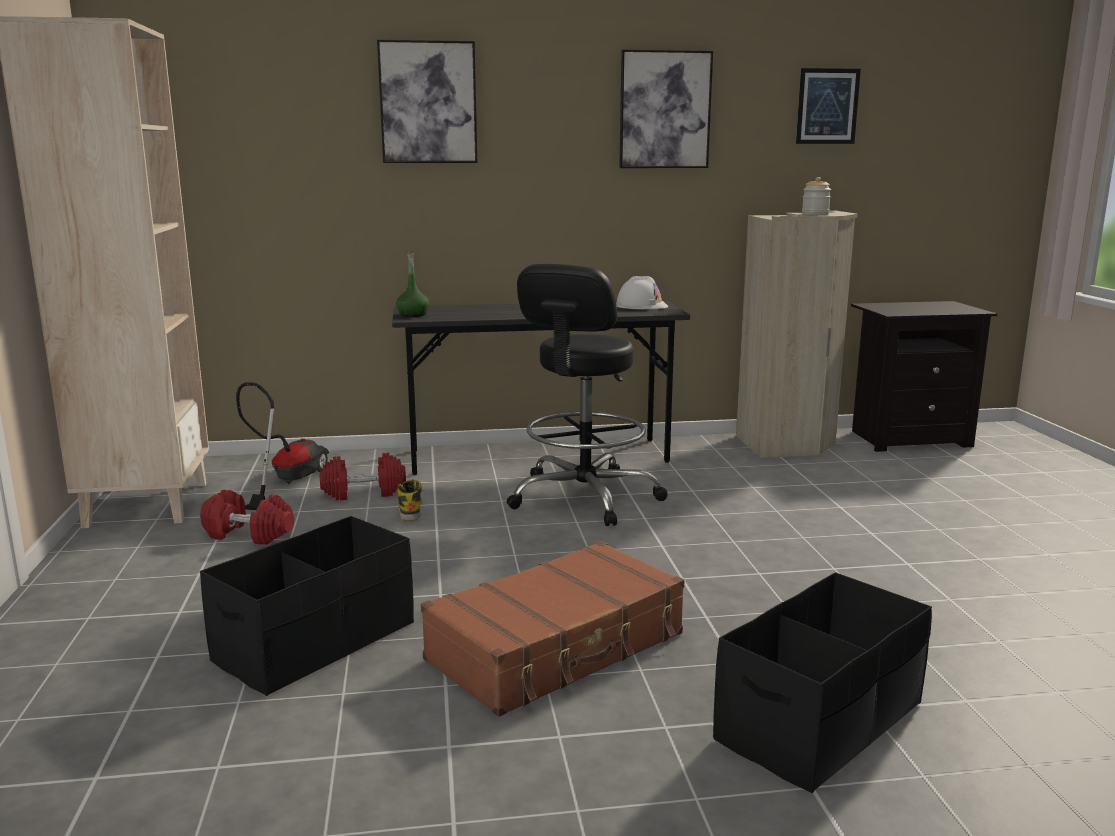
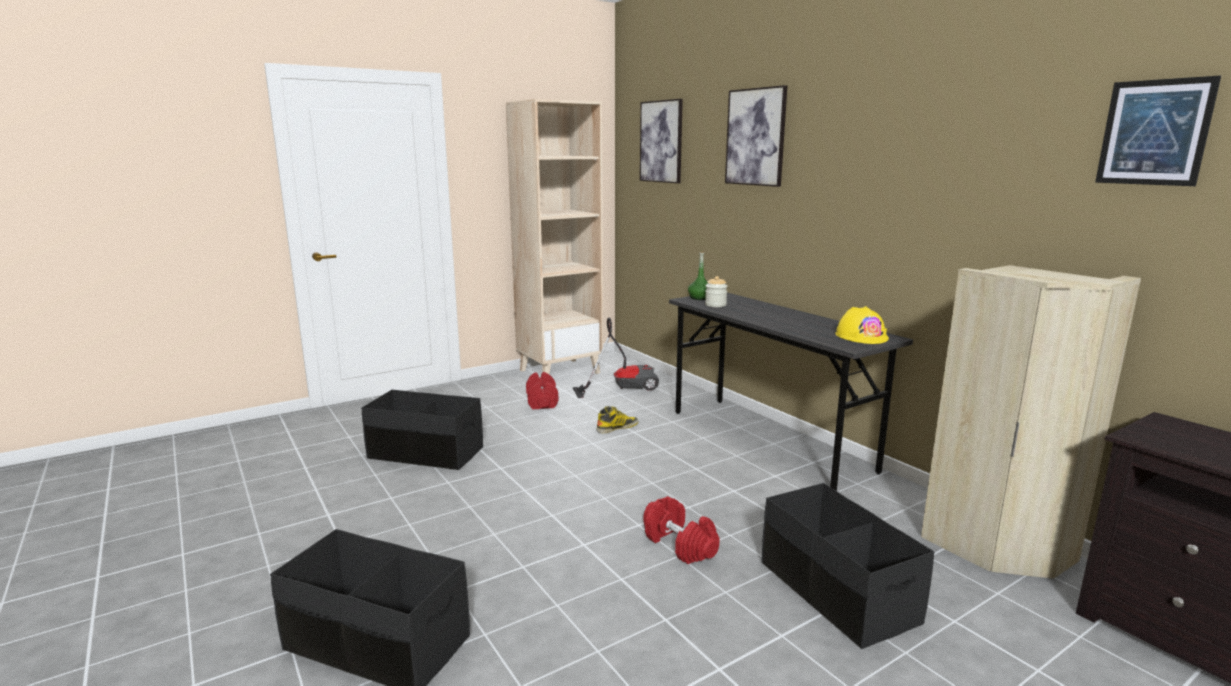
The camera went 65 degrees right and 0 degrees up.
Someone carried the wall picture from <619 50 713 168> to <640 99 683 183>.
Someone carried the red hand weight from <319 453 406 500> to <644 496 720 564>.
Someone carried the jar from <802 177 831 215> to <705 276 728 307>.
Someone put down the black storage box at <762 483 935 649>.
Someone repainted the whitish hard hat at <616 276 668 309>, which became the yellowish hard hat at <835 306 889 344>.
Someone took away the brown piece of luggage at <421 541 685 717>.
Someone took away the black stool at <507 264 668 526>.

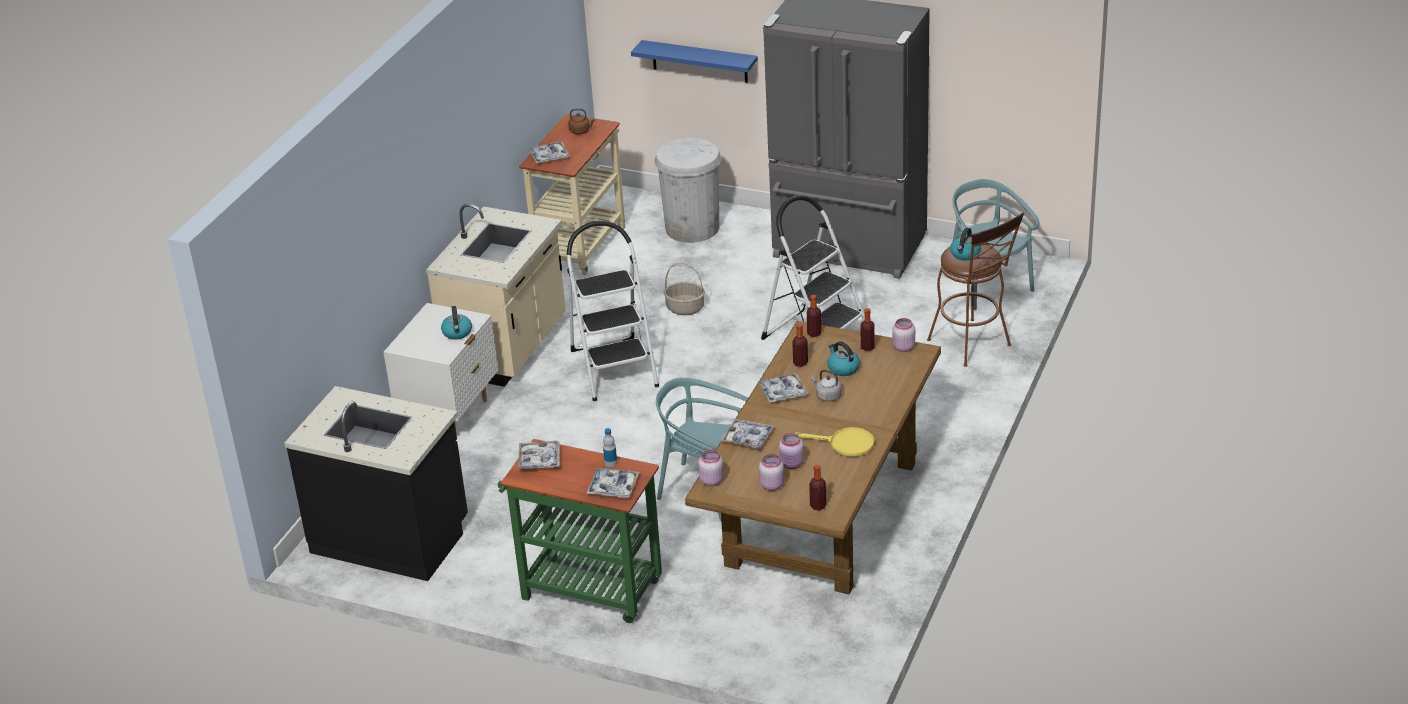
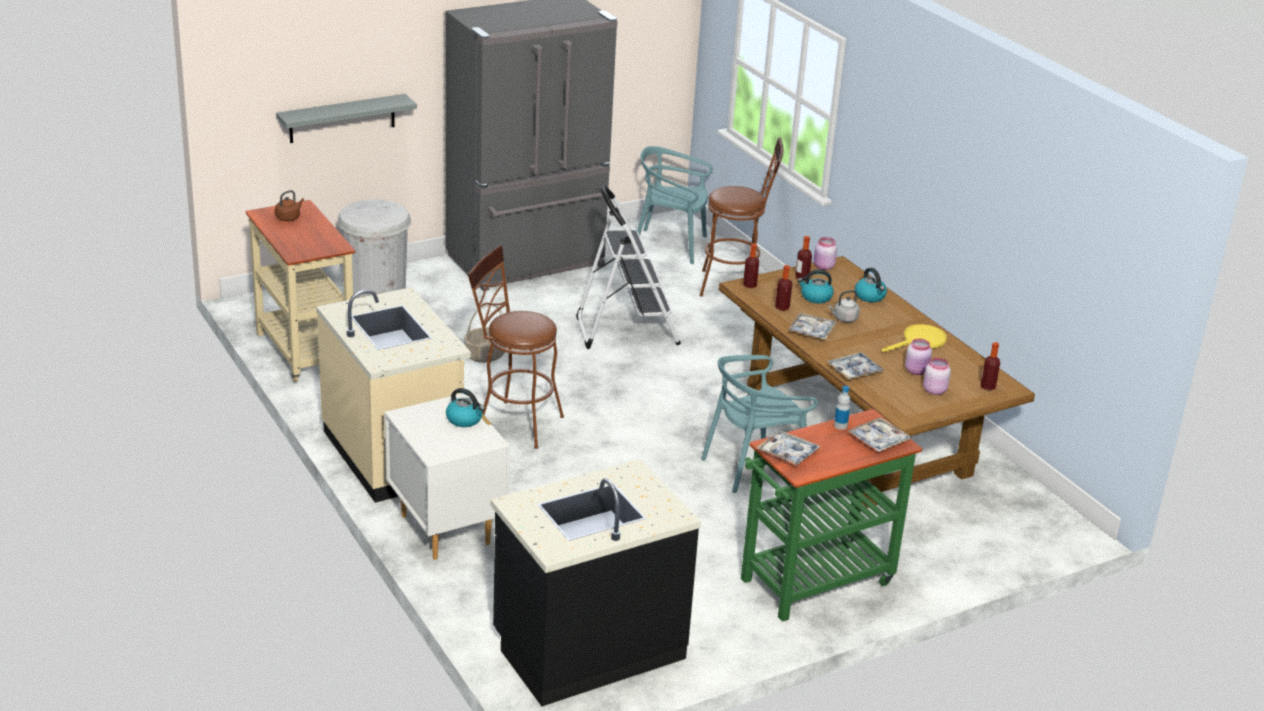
The camera went 55 degrees left and 5 degrees down.
Someone repainted the blue-coloured wall shelf at <631 40 758 83>, which became the grey wall shelf at <276 94 417 143>.
Someone swapped the step ladder at <567 221 659 401> for the brown stool at <468 245 564 449>.
Someone carried the tea kettle from <950 228 981 260> to <855 268 887 302>.
Someone took away the carrying tray at <529 141 570 163>.
Someone took away the pink-coloured jar at <699 450 724 486>.

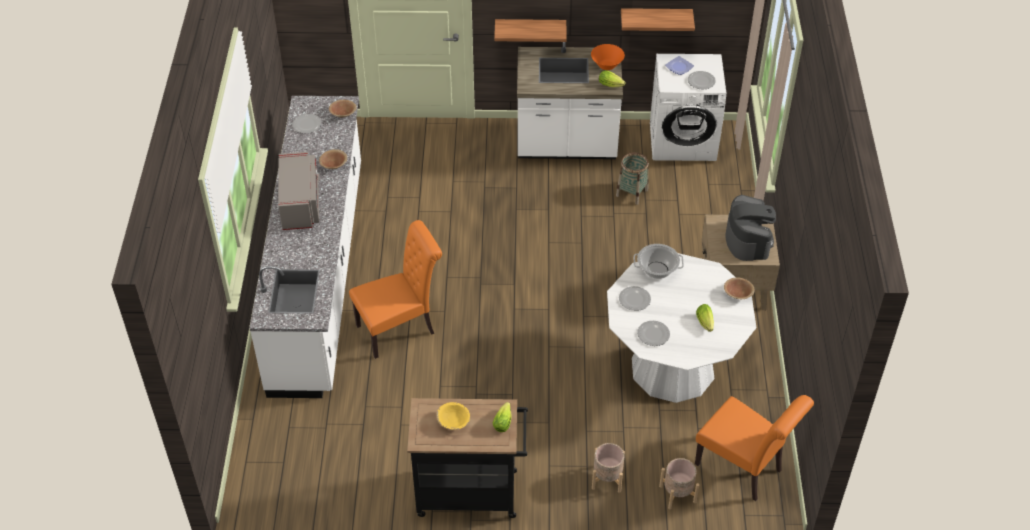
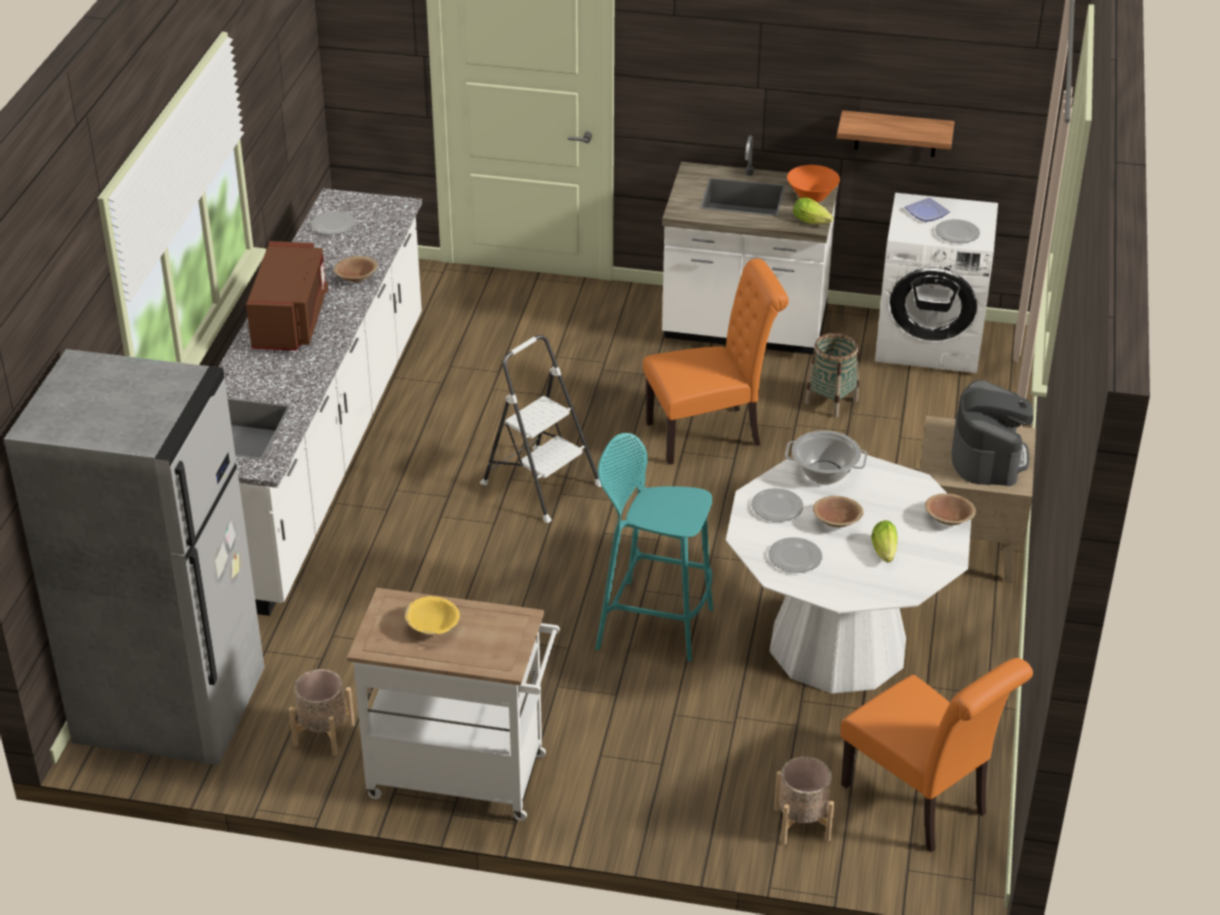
The camera went 10 degrees right and 10 degrees down.
Someone put down the grey refrigerator at <4 349 265 765>.
Someone repainted the grey microwave at <278 152 320 230>, which became the brown microwave at <246 241 329 351>.
Someone carried the beige-coloured plant pot from <592 443 625 493> to <289 669 355 756>.
Someone repainted the black cart at <407 398 528 518>, which became the whitish cart at <347 588 560 821>.
Someone put down the whitish step ladder at <480 335 601 523>.
Someone put down the turquoise stool at <595 433 713 661>.
Someone carried the orange plain chair from <349 220 442 359> to <643 258 789 465>.
Someone carried the brown bowl from <329 100 357 117> to <813 496 864 527>.
Someone took away the lettuce at <493 402 511 432>.
Someone took away the wall shelf at <494 19 567 42>.

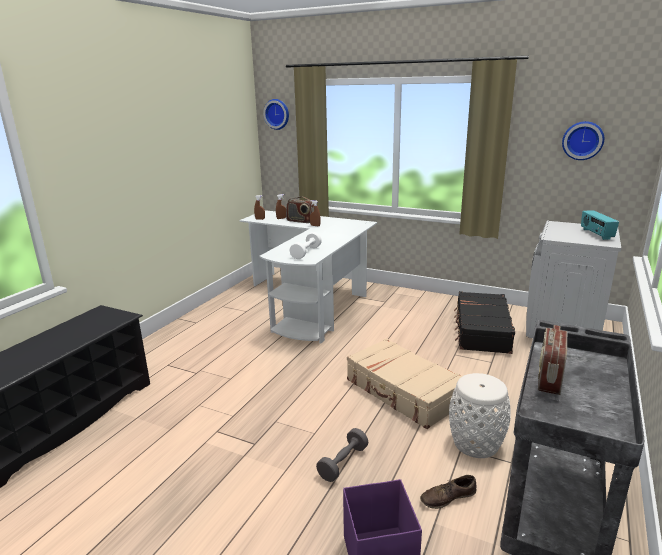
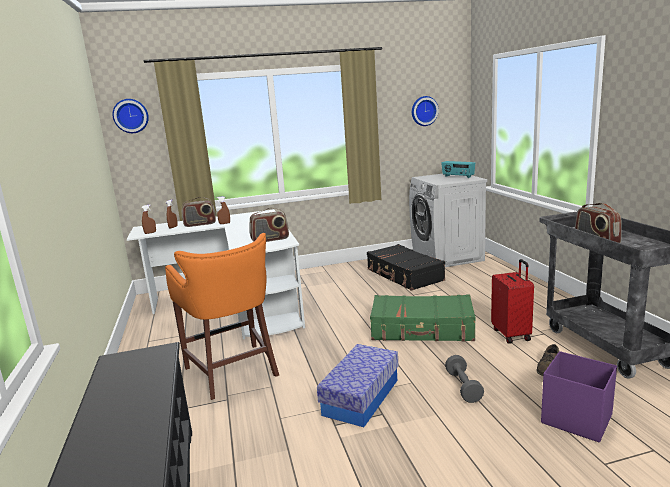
The camera went 40 degrees left and 5 degrees down.
Someone put down the orange stool at <165 233 279 400>.
Someone swapped the whitish hand weight at <289 232 322 259> for the radio at <249 208 289 242>.
Someone put down the storage box at <317 344 399 427>.
Someone repainted the beige-coloured piece of luggage at <347 338 462 429>, which became the green piece of luggage at <370 295 475 341>.
Someone swapped the whitish stool at <449 373 511 458> for the red piece of luggage at <491 259 534 344>.

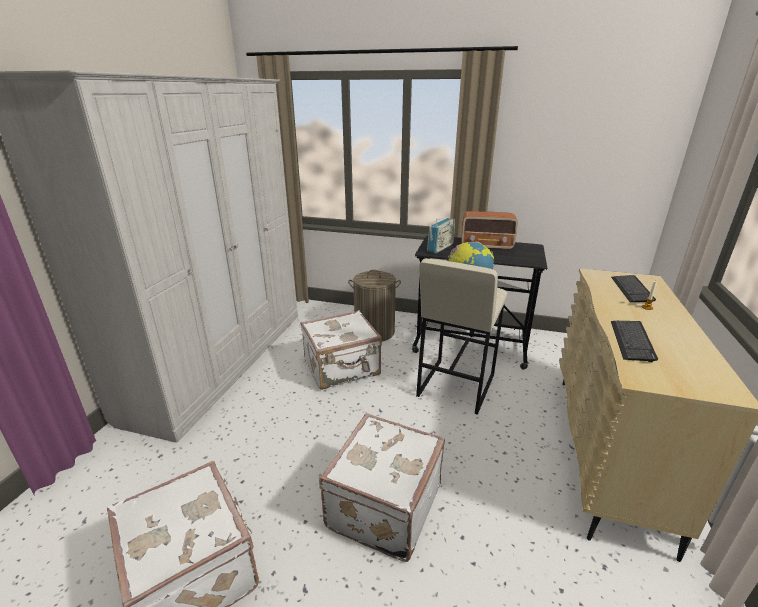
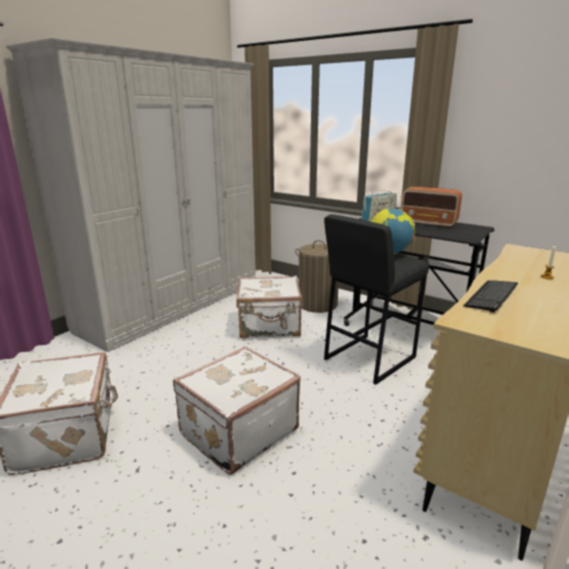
The camera went 20 degrees right and 5 degrees down.
Someone repainted the beige-coloured stool at <416 258 507 415>, which became the black stool at <324 214 429 385>.
Someone took away the keyboard at <611 275 656 303>.

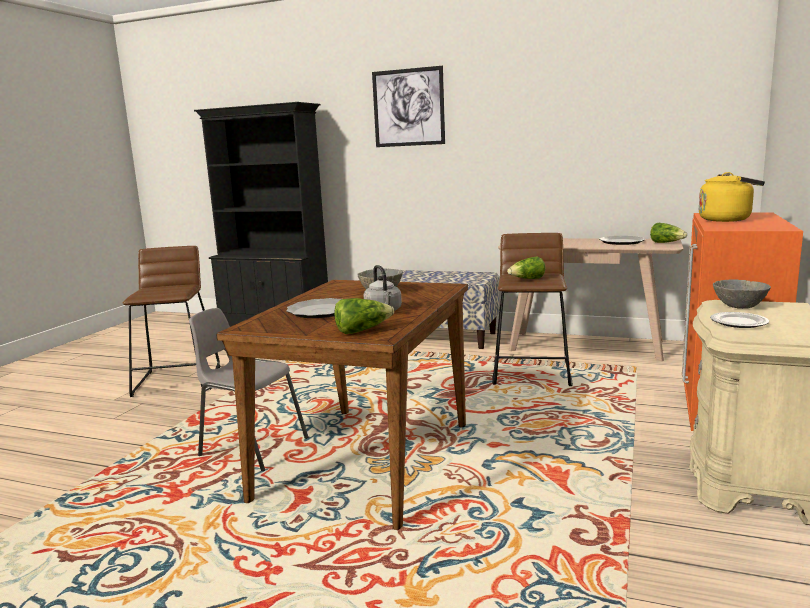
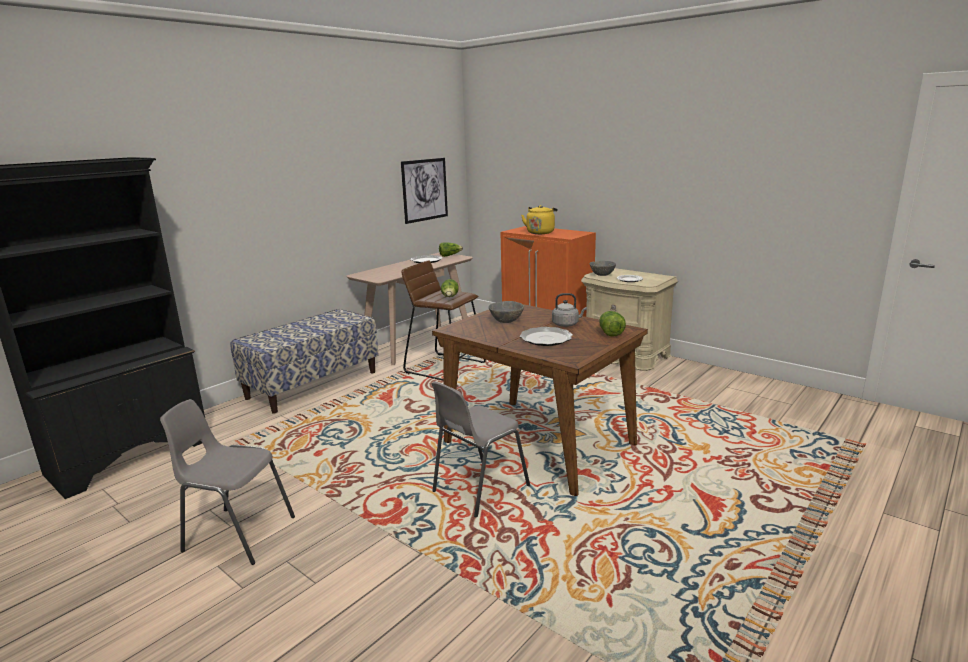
The camera went 70 degrees left and 5 degrees up.
Someone swapped the brown stool at <123 246 220 397> for the grey plain chair at <160 399 295 565>.
Someone carried the wall picture from <372 66 445 147> to <401 158 448 224>.

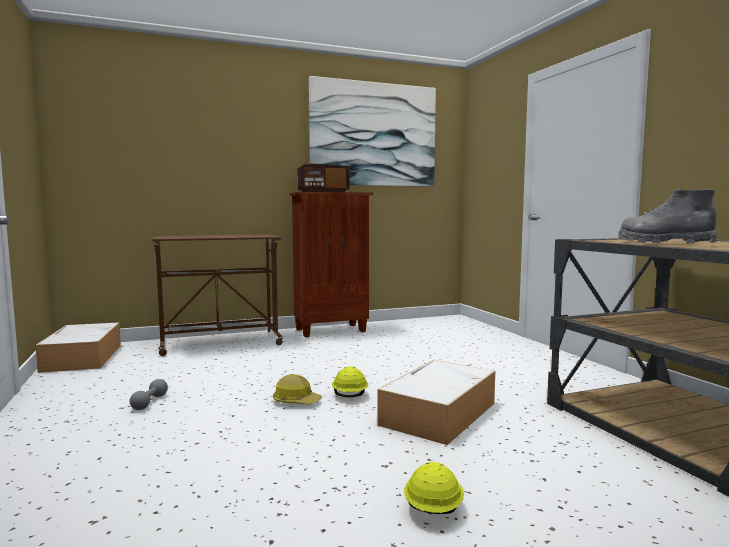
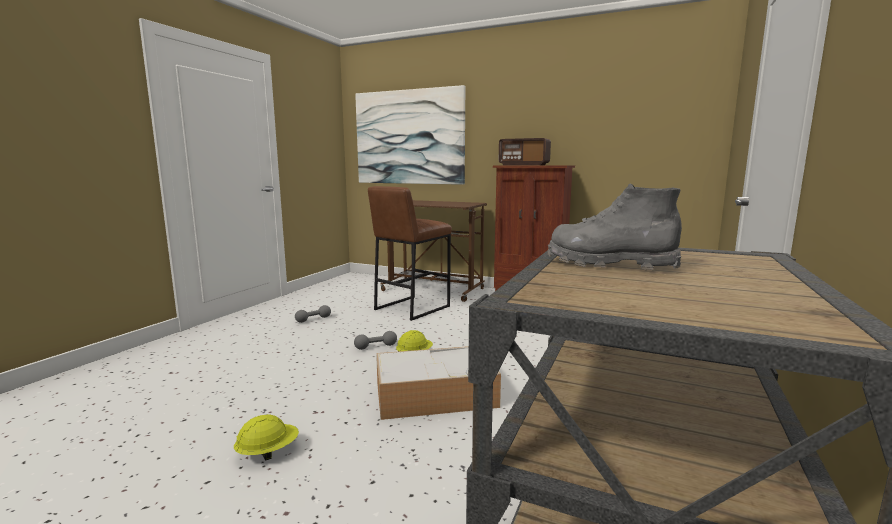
The camera went 45 degrees right and 5 degrees up.
Someone swapped the hard hat at <273 374 322 404> for the grey hand weight at <354 331 397 350>.
Someone carried the wall picture from <309 76 436 187> to <355 85 465 185>.
Someone put down the brown stool at <368 186 452 321>.
Someone rotated the grey high-top boot at <618 188 717 244> by 60 degrees counterclockwise.
Someone took away the storage box at <36 323 121 373>.

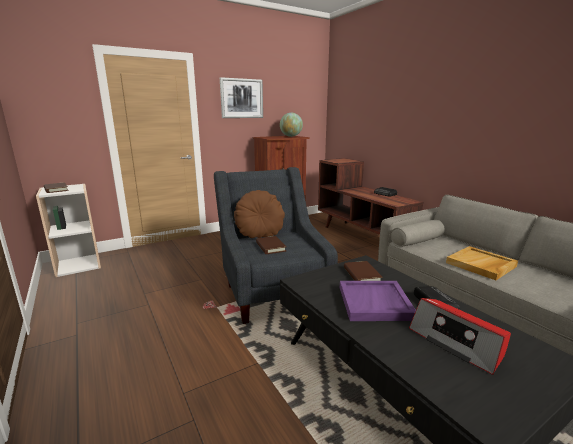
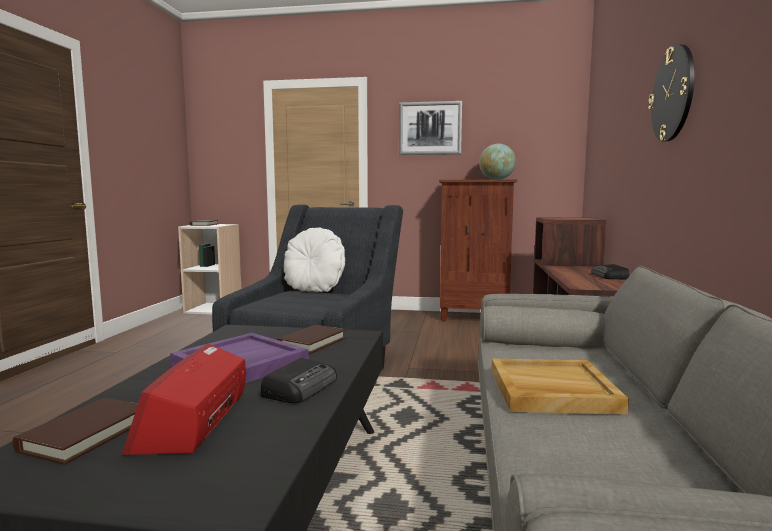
The camera went 40 degrees right and 10 degrees down.
Someone carried the brown book from <256 236 286 254> to <13 398 138 465>.
Someone repainted the brown throw pillow at <234 190 285 238>, which became the whitish throw pillow at <284 228 345 292>.
Someone put up the hanging clock at <648 44 695 142>.

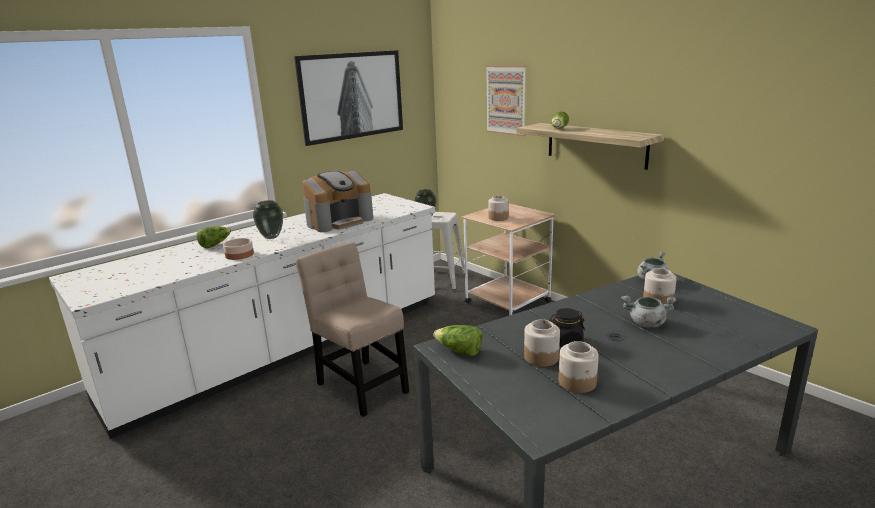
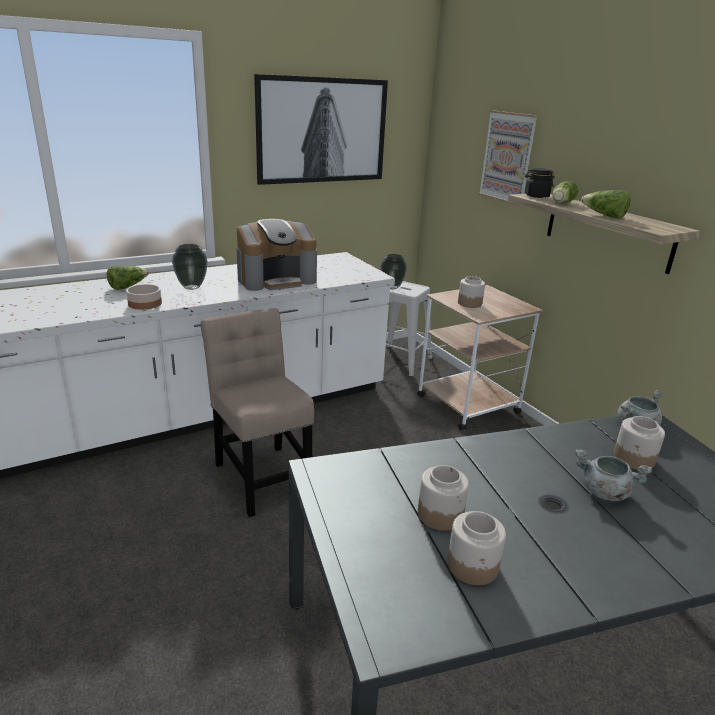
The camera went 10 degrees right and 5 degrees up.
Someone carried the black jar from <549 308 585 347> to <525 168 554 198>.
Someone carried the lettuce from <433 325 482 356> to <581 190 630 219>.

